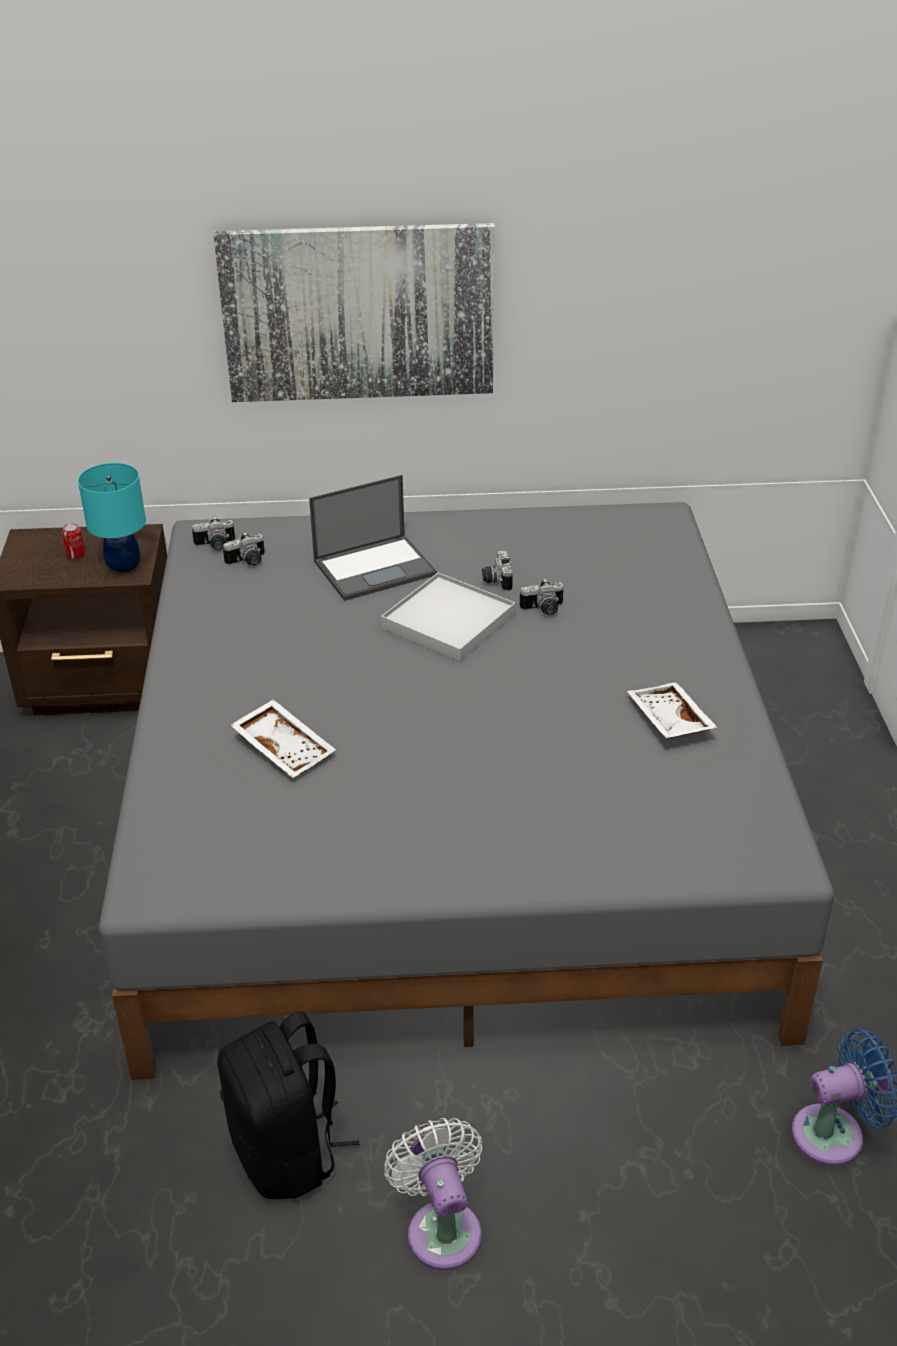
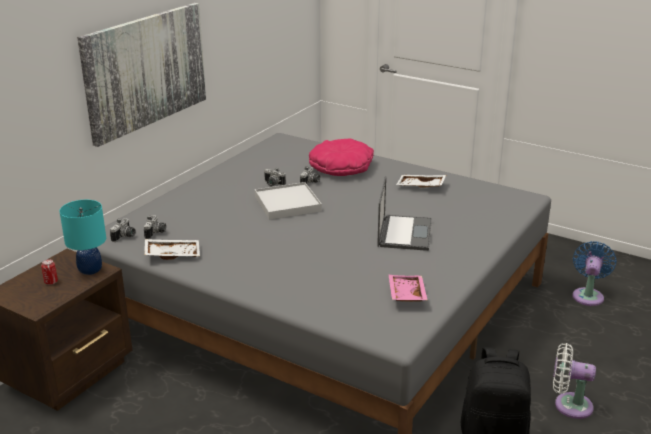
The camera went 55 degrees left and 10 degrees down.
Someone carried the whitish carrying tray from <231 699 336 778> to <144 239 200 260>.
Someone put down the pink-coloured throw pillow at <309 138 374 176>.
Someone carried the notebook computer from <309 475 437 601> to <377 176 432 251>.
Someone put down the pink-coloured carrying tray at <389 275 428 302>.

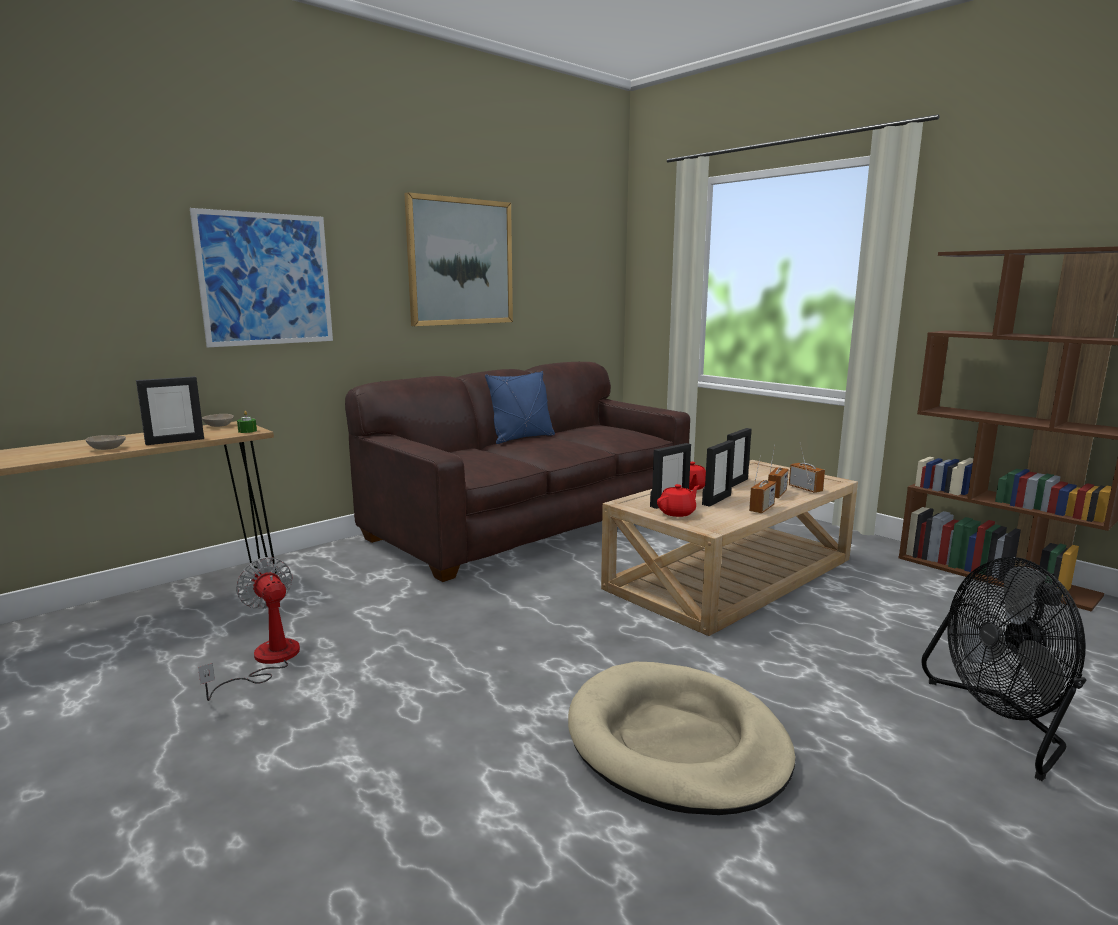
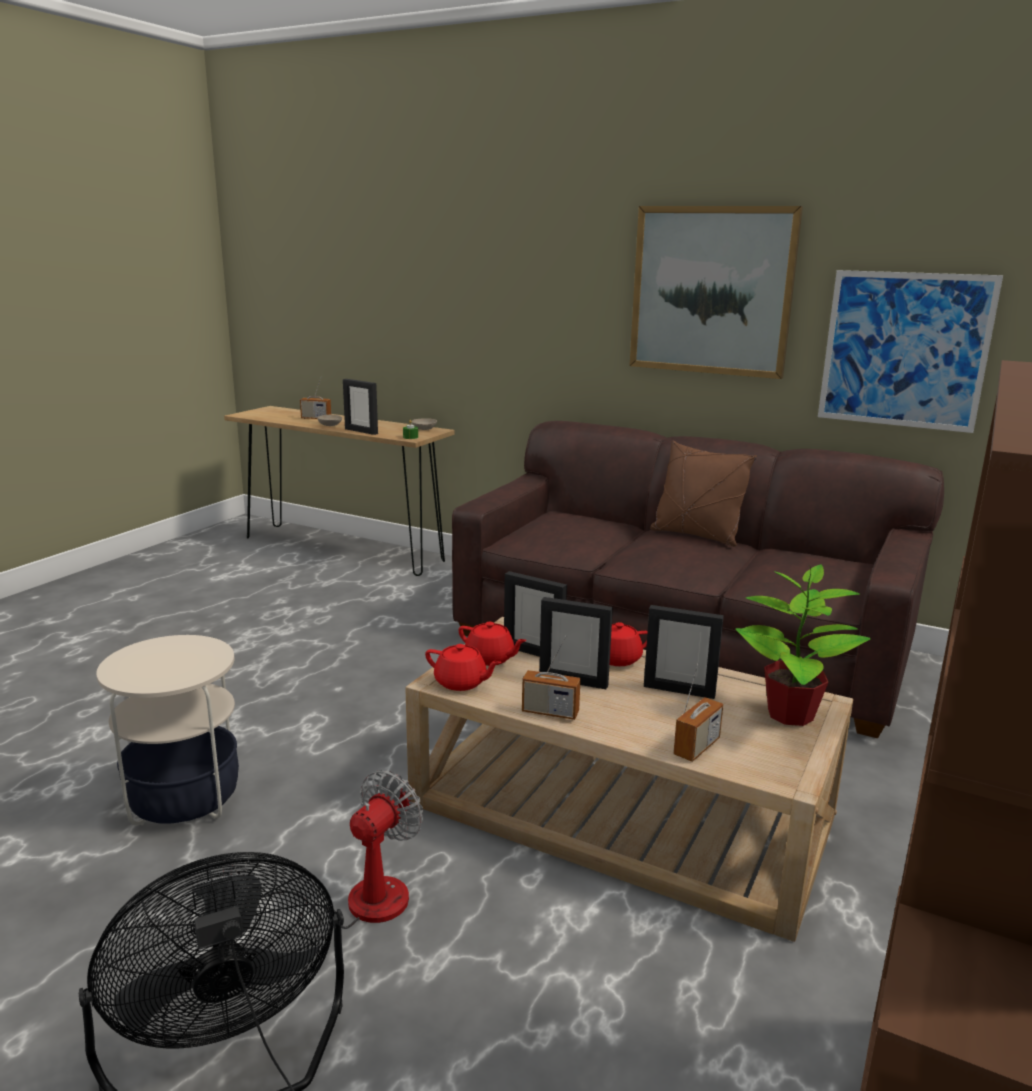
The camera went 70 degrees right and 5 degrees up.
Someone swapped the beige-coloured dog cushion at <568 662 796 815> for the beige-coloured end table at <96 635 239 825>.
Someone carried the electric fan from <198 557 300 701> to <222 771 423 929>.
Someone carried the radio from <768 445 788 498> to <300 376 331 419>.
Someone put down the red pot for tea at <425 644 501 691>.
Someone repainted the blue-coloured throw pillow at <485 371 555 444>, which became the brown throw pillow at <650 440 757 547>.
Someone put down the plant in a pot at <736 564 871 726>.
Someone carried the wall picture from <190 208 333 348> to <818 270 1003 433>.

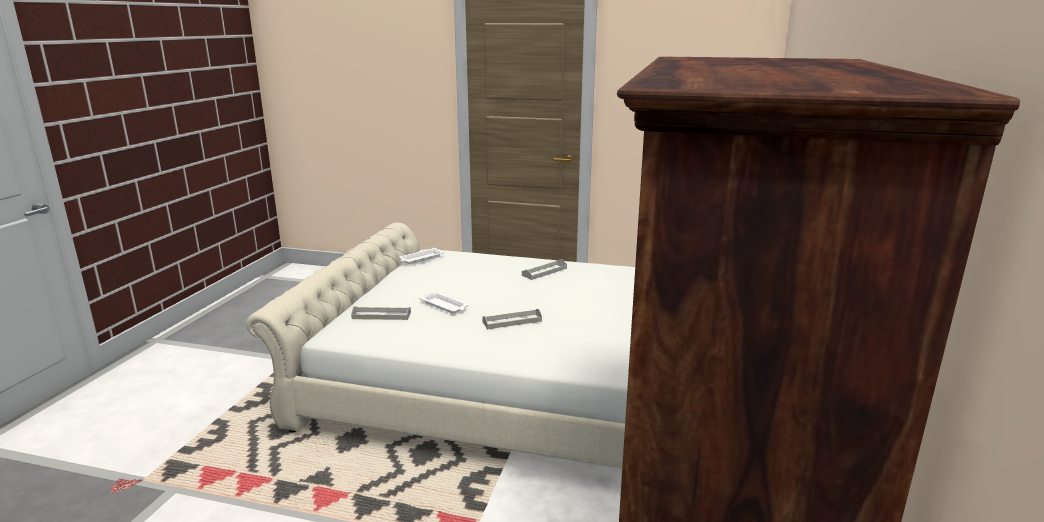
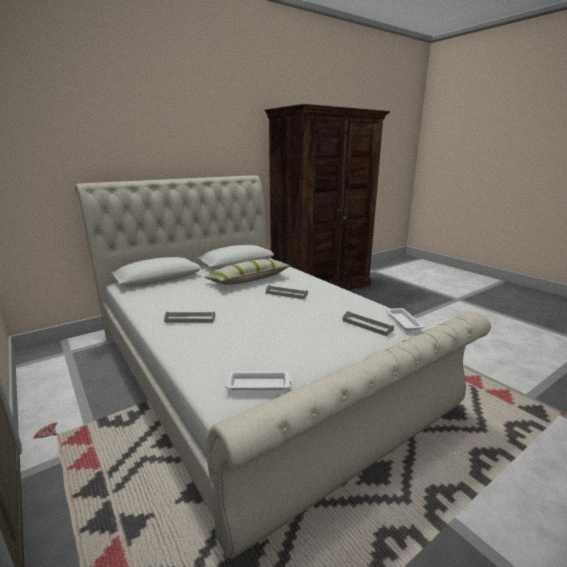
The camera went 140 degrees left and 0 degrees up.
Someone put down the throw pillow at <204 259 291 285>.
Someone carried the whitish carrying tray from <419 291 469 314> to <386 308 425 331>.

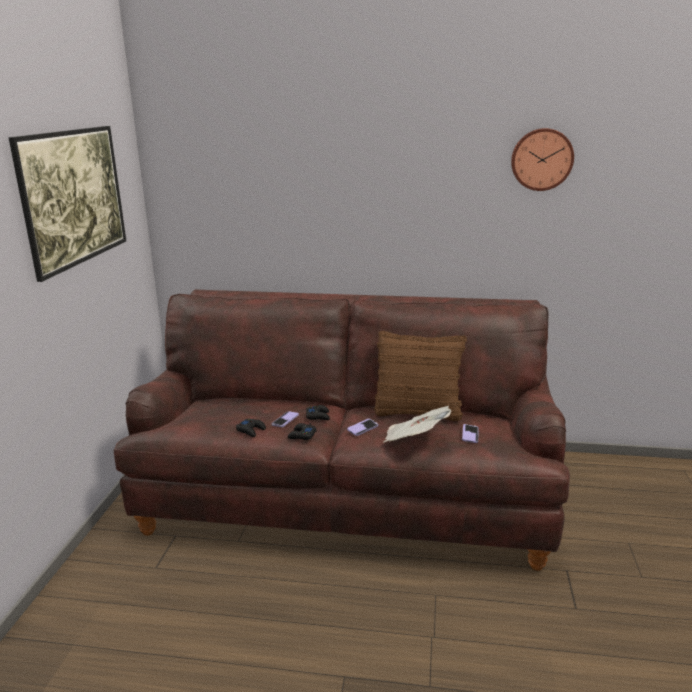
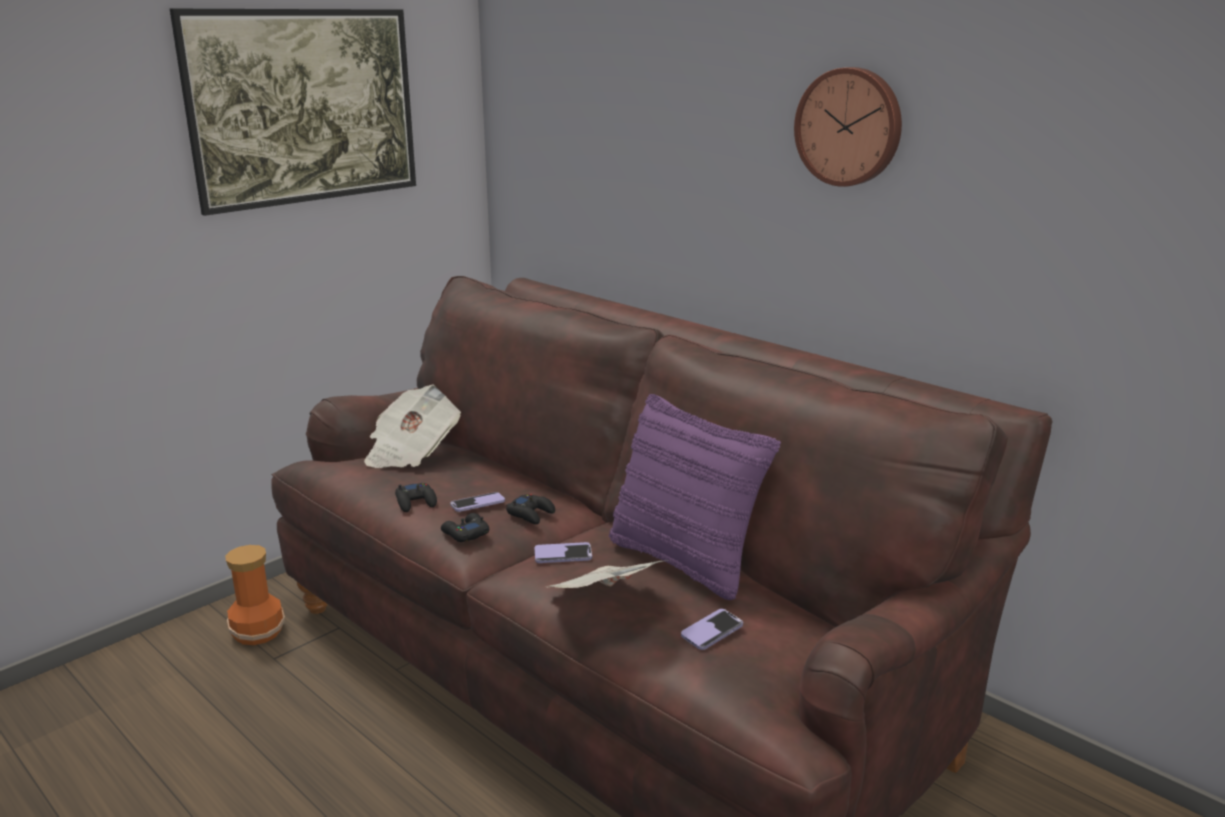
The camera went 35 degrees right and 0 degrees up.
Someone put down the decorative vase at <225 545 285 645>.
Someone put down the daily paper at <364 384 461 468>.
Someone repainted the brown throw pillow at <374 331 467 421>, which became the purplish throw pillow at <609 394 781 600>.
Someone carried the hanging clock from <511 128 574 191> to <794 67 902 187>.

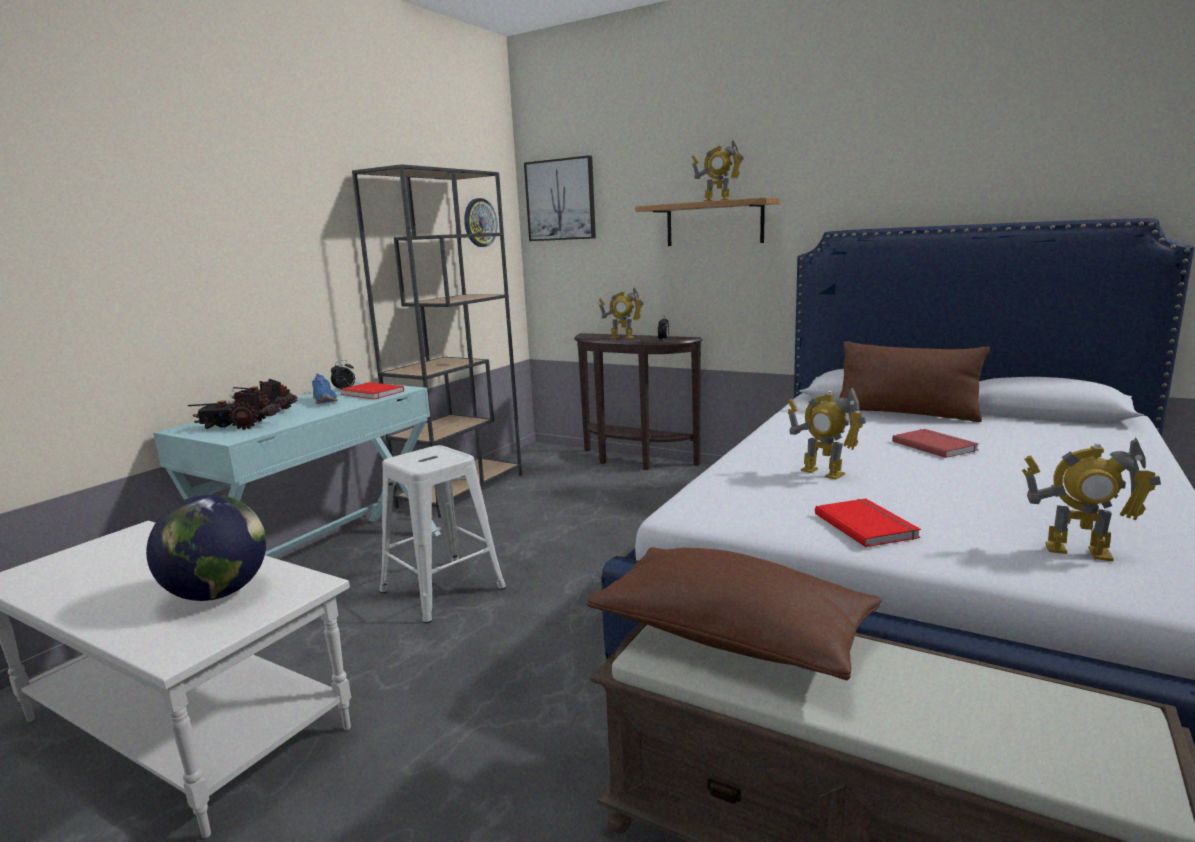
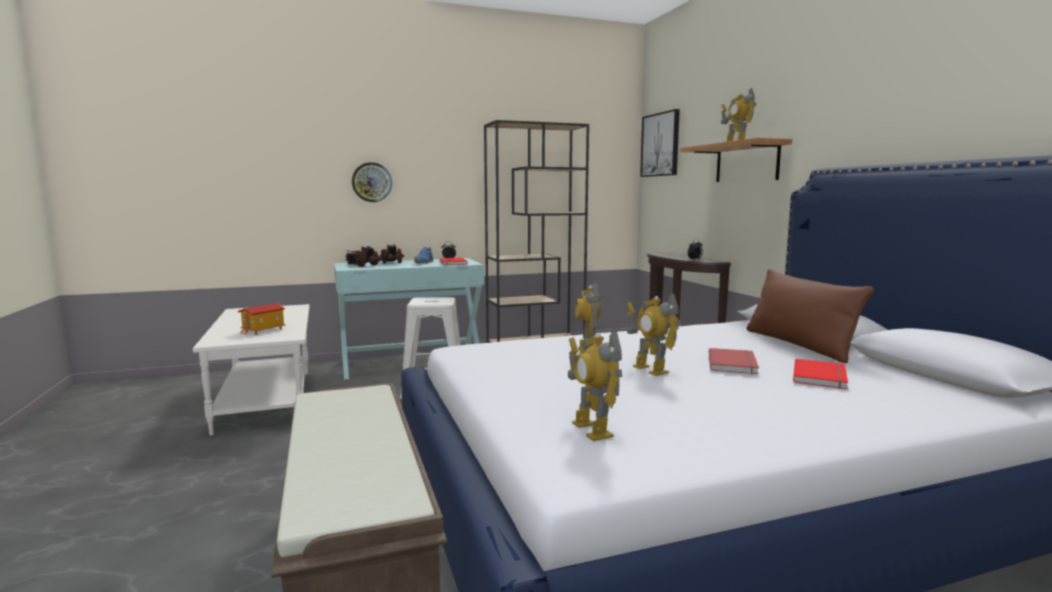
The camera went 40 degrees right and 5 degrees down.
Someone swapped the world globe at <146 494 266 601> for the toy house at <238 303 286 335>.
Someone carried the hanging clock from <464 198 498 247> to <352 162 392 202>.
Someone carried the toy robot from <598 287 644 339> to <627 294 681 376>.
Someone carried the red book from <815 498 921 547> to <793 359 848 389>.
Someone took away the brown throw pillow at <587 547 882 680>.

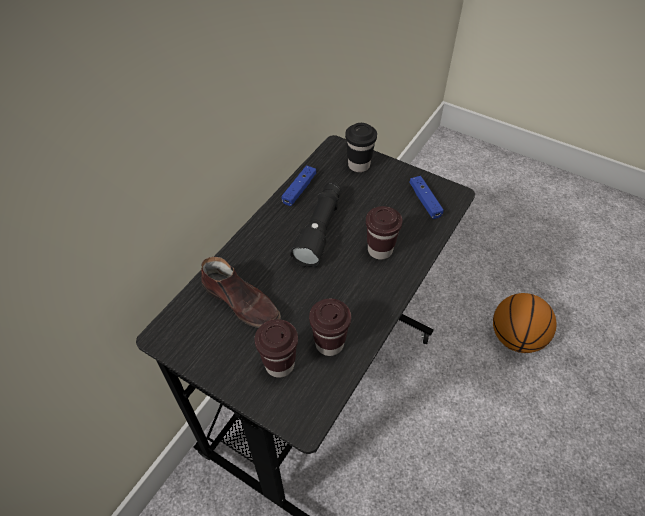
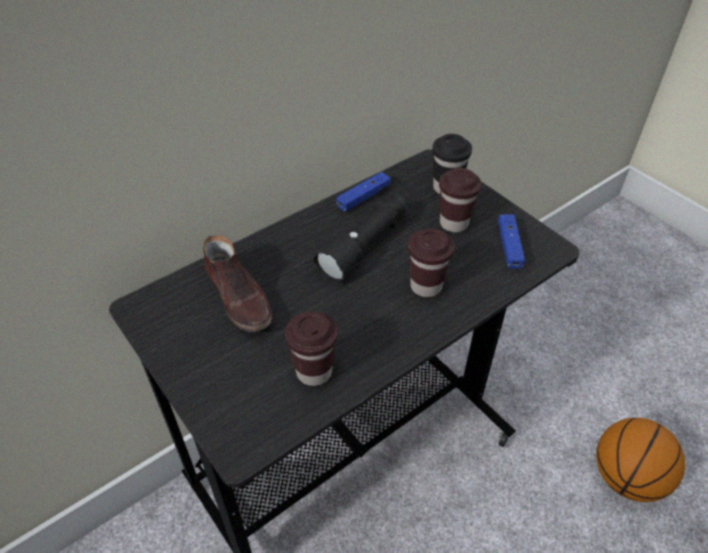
The camera went 20 degrees right and 5 degrees down.
Someone carried the brown small cup from <255 319 298 378> to <439 168 482 232>.

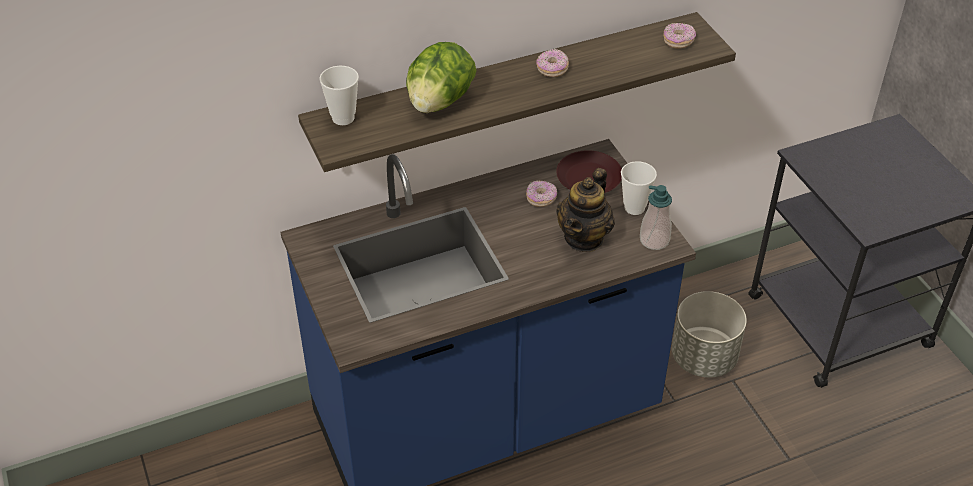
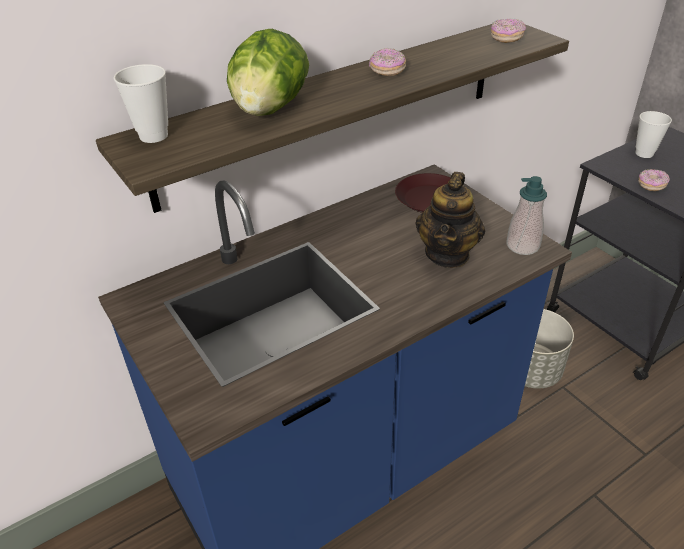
The camera went 10 degrees left and 5 degrees down.
Someone carried the small cup from <621 161 657 215> to <635 111 672 158>.
Someone carried the doughnut from <526 180 557 207> to <638 169 670 191>.

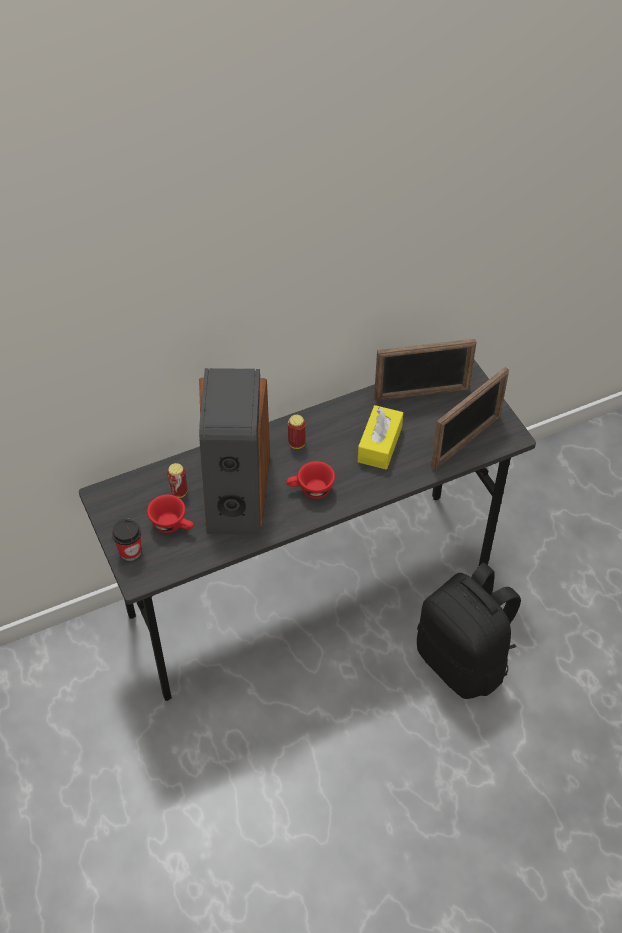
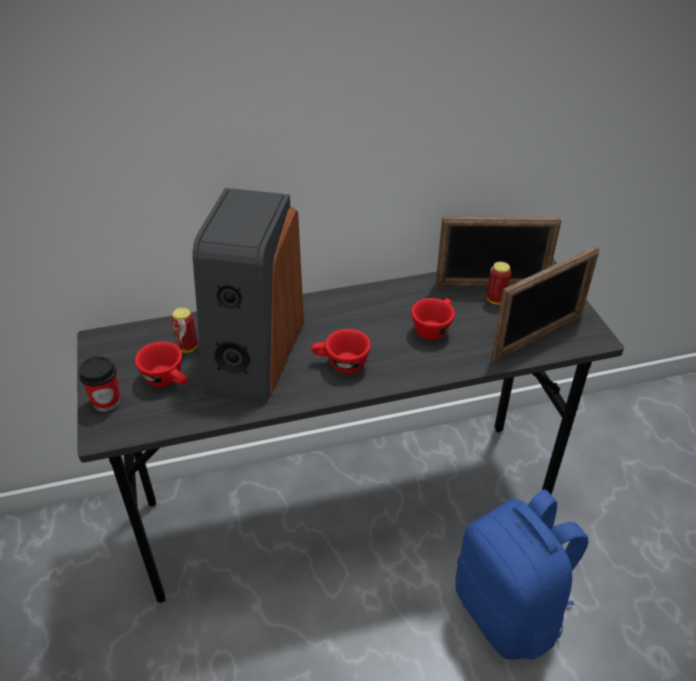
The camera went 10 degrees right and 10 degrees down.
Someone swapped the yellowish tissue box at <358 405 403 470> for the red small cup at <411 298 455 340>.
Someone repainted the black knapsack at <417 562 521 699>, which became the blue-coloured knapsack at <455 489 588 660>.
Someone carried the sealed can from <288 415 305 449> to <487 262 511 305>.

